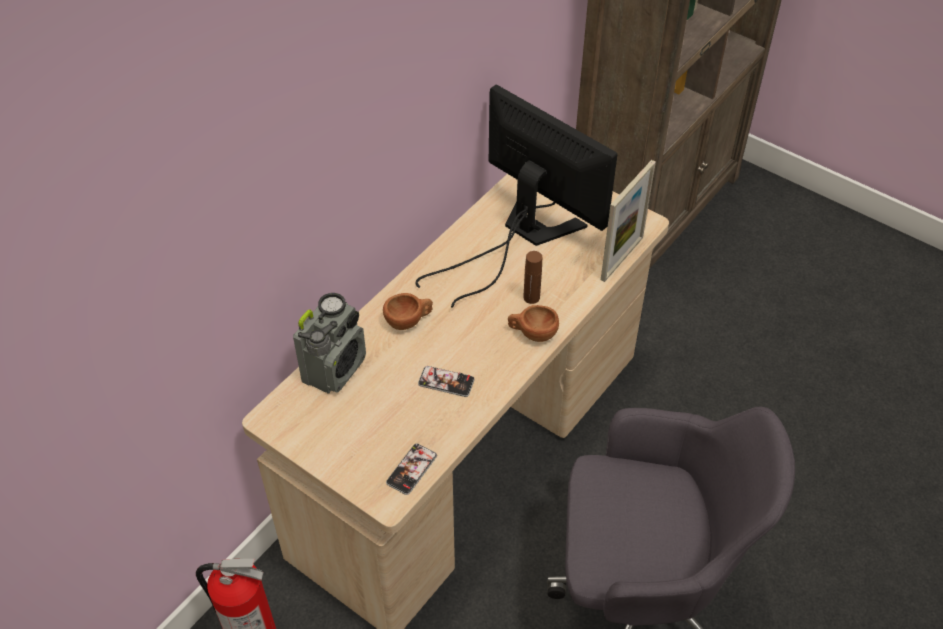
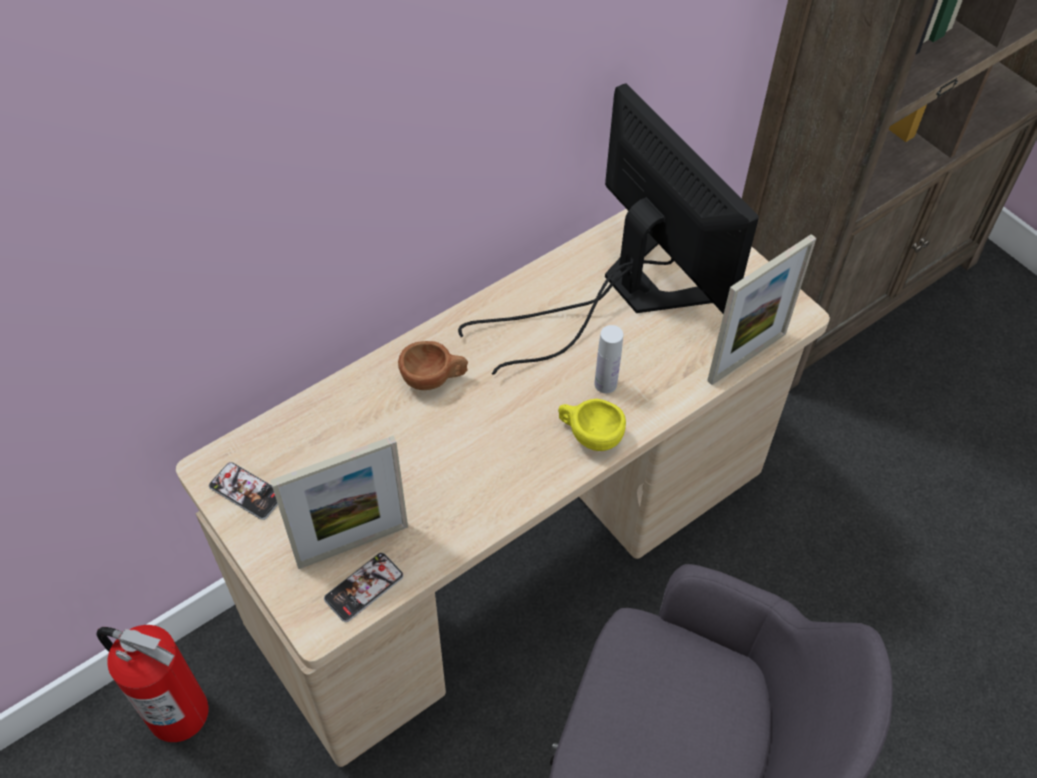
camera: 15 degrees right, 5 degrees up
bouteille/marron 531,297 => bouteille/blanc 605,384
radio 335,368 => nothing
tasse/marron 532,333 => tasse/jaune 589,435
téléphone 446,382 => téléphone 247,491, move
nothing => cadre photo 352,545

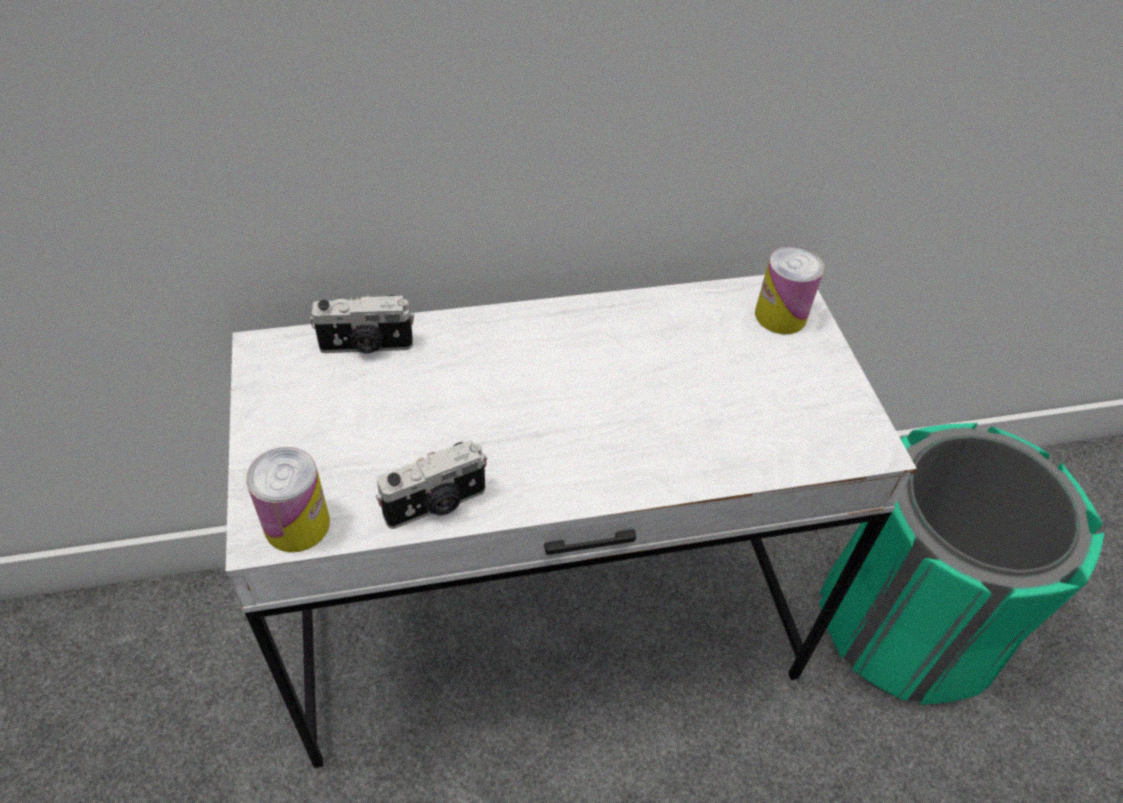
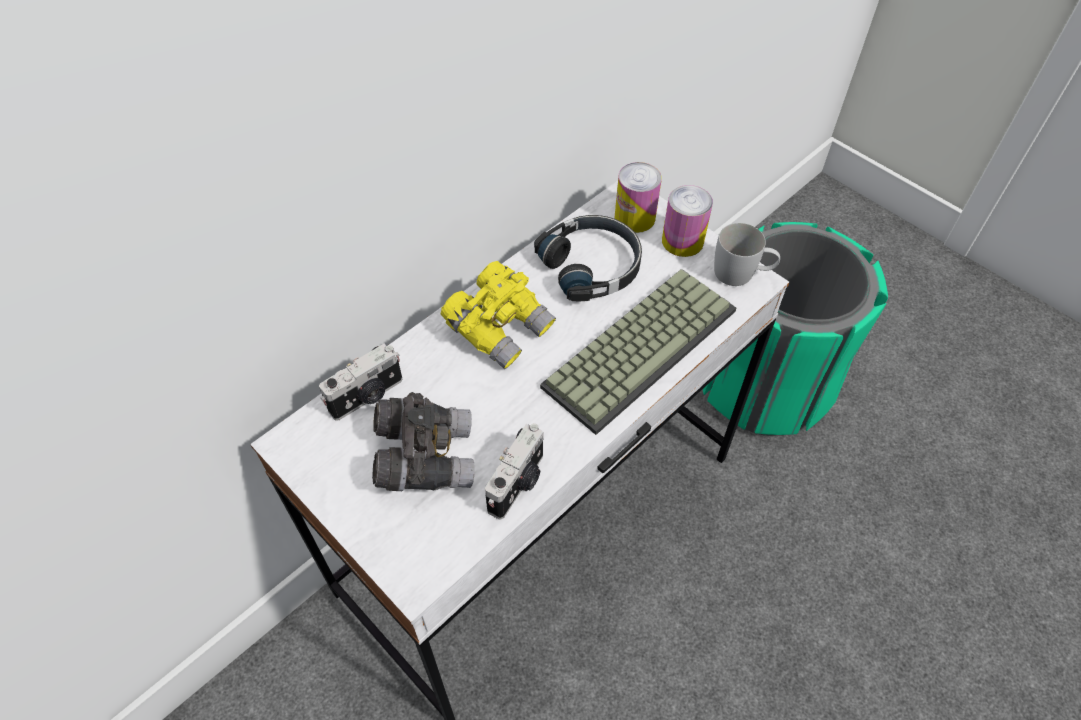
camera: 30 degrees left, 5 degrees up
boîte métallique 297,524 => boîte métallique 682,241, move
nothing => casque audio/noir 592,266
nothing => mug/blanc 742,273
nothing => jumelles/jaune 500,328
nothing => clavier 639,345
nothing => jumelles/gris 425,457

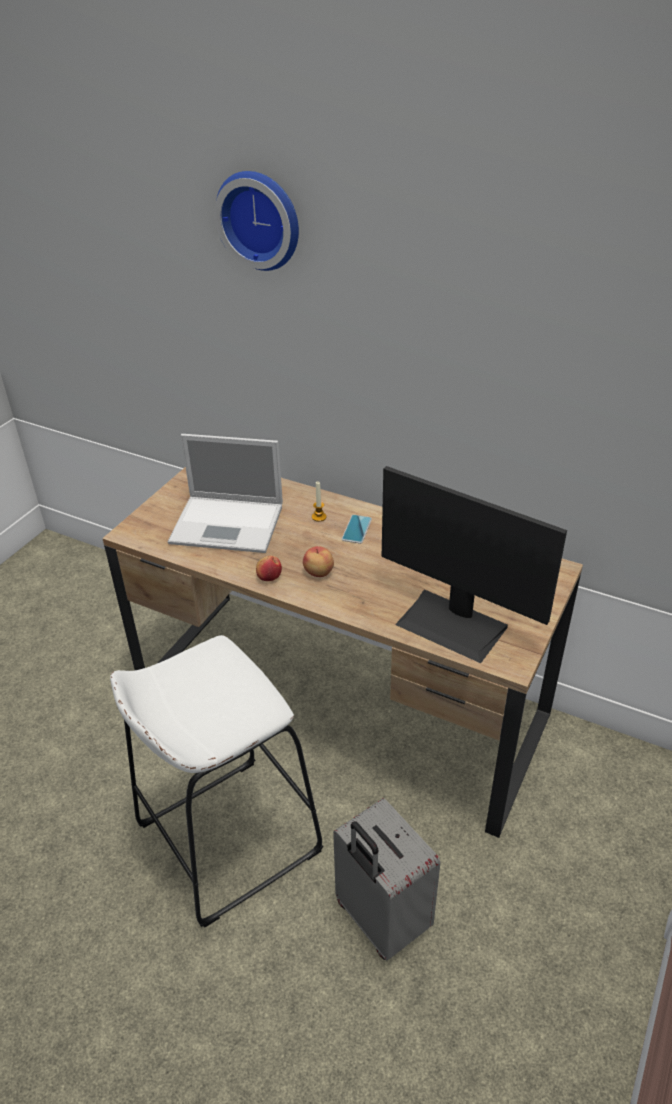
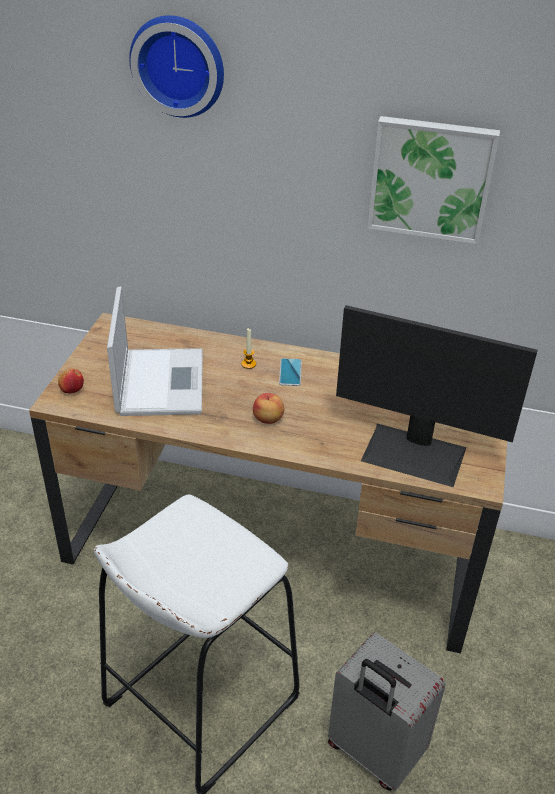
camera: 15 degrees left, 0 degrees up
ordinateur portable 229,524 => ordinateur portable 160,381, 90 degrees counterclockwise
pomme 269,576 => pomme 72,389, move
nothing => tableau 431,178

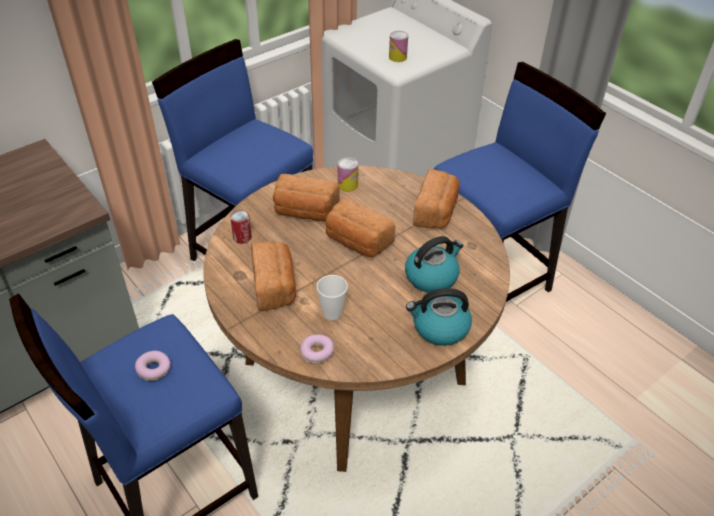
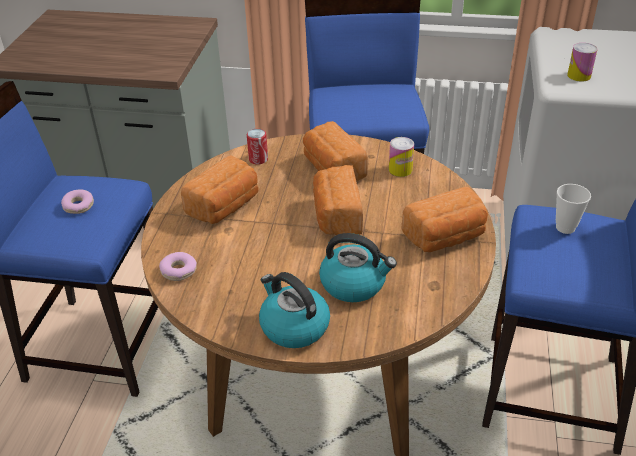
camera: 50 degrees right, 5 degrees down
tasse 332,313 => tasse 565,227, move

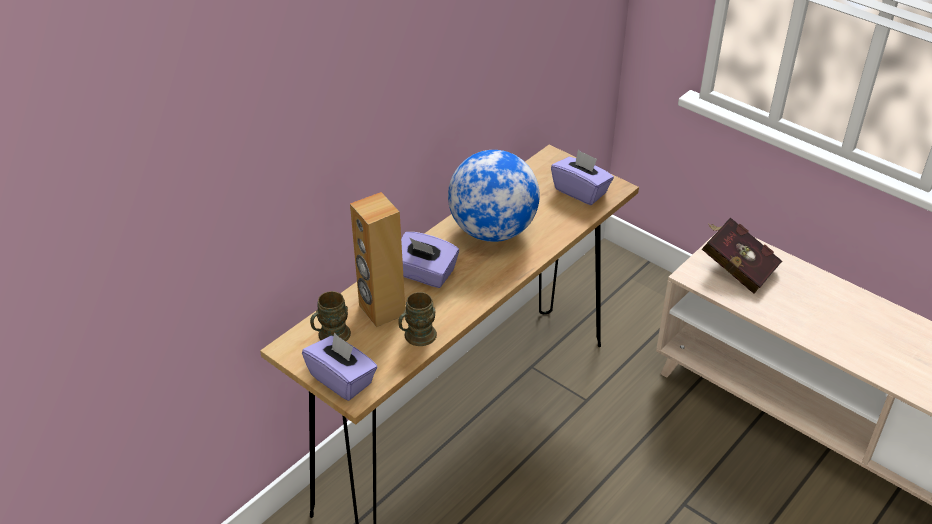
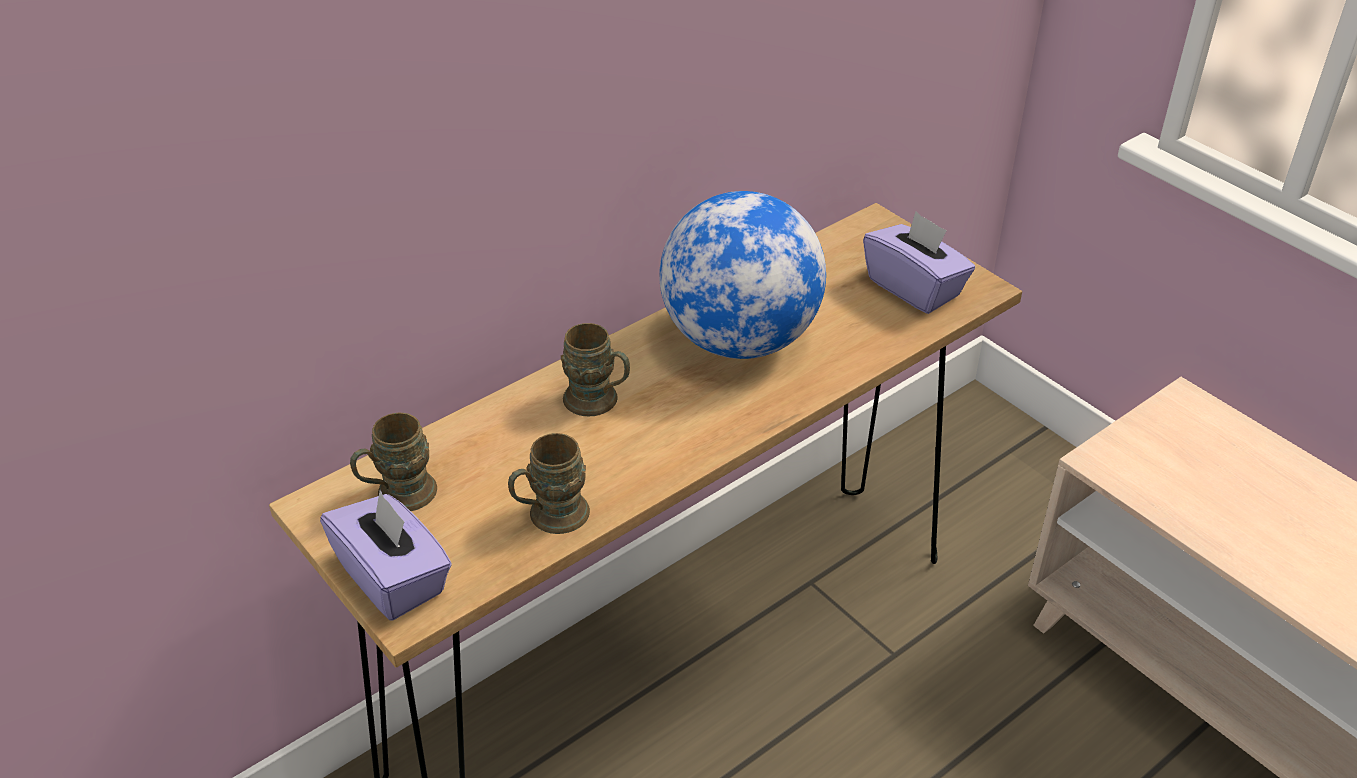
camera: 10 degrees right, 0 degrees up
enceinte/marron 381,310 => nothing
livre/rouge 736,268 => nothing
boîte à mouchoirs/violet 424,274 => mug/marron 599,402

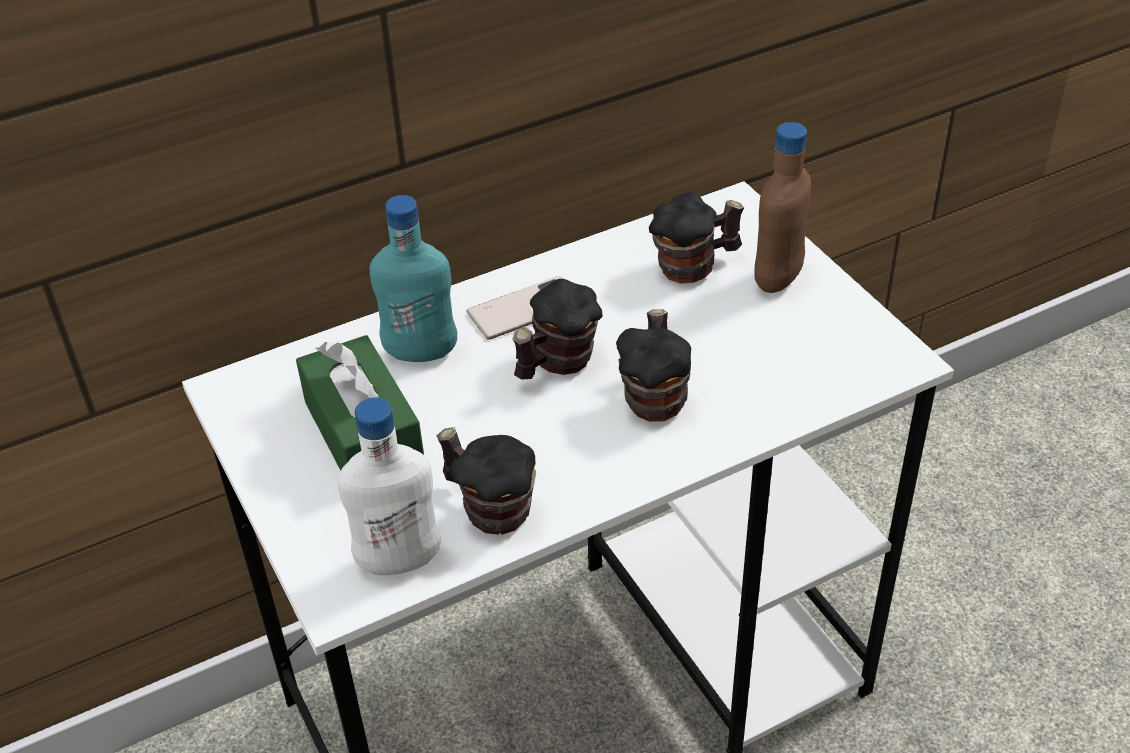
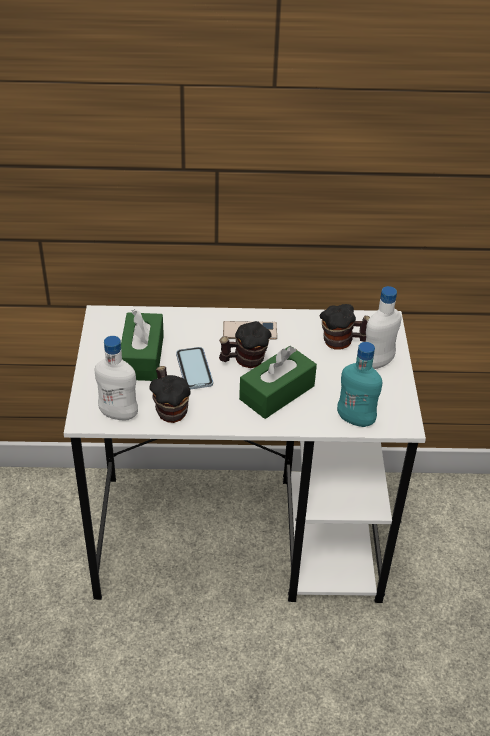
camera: 25 degrees right, 0 degrees up
bouteille/marron 778,278 => bouteille/blanc 377,363
bouteille/turquoise 421,352 => bouteille/turquoise 355,419, move
mug 655,396 => boîte à mouchoirs/vert 277,392
nothing => téléphone 194,369

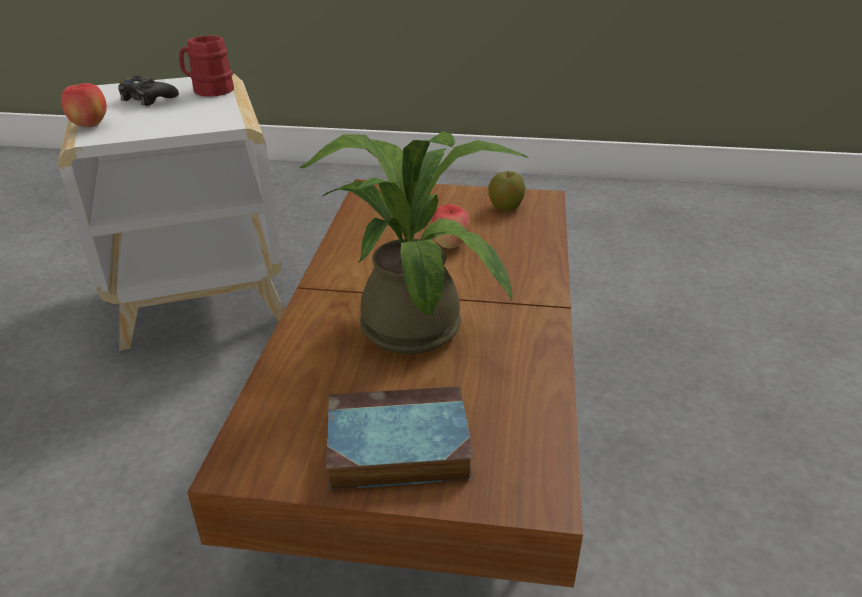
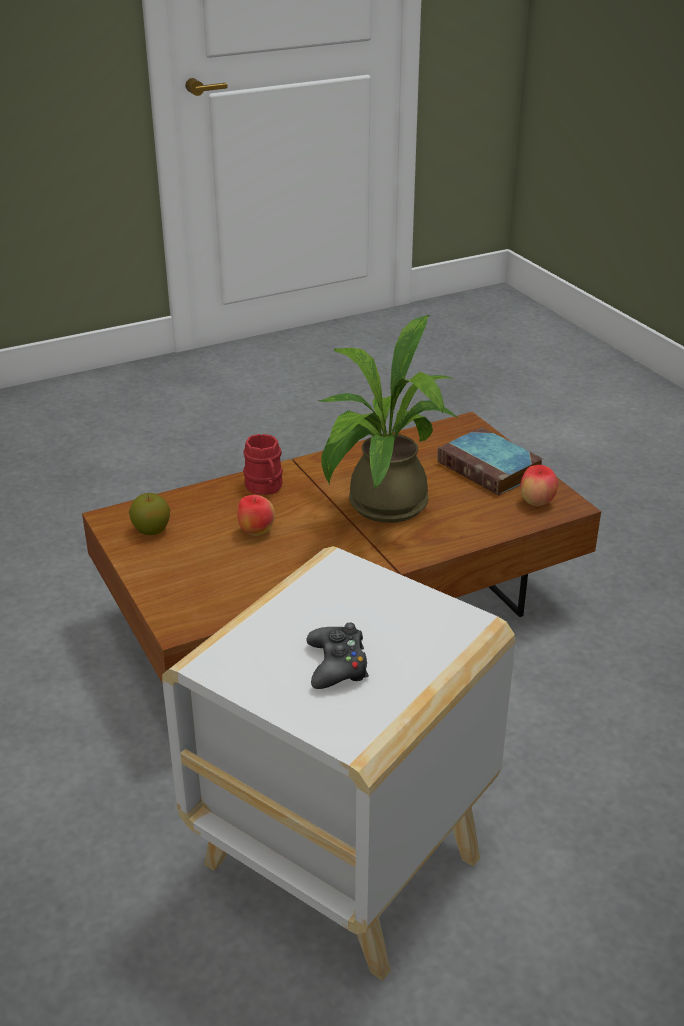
camera: 125 degrees left, 0 degrees up
mug/rouge 208,90 => mug/rouge 265,488, move
pomme 90,125 => pomme 536,502, move

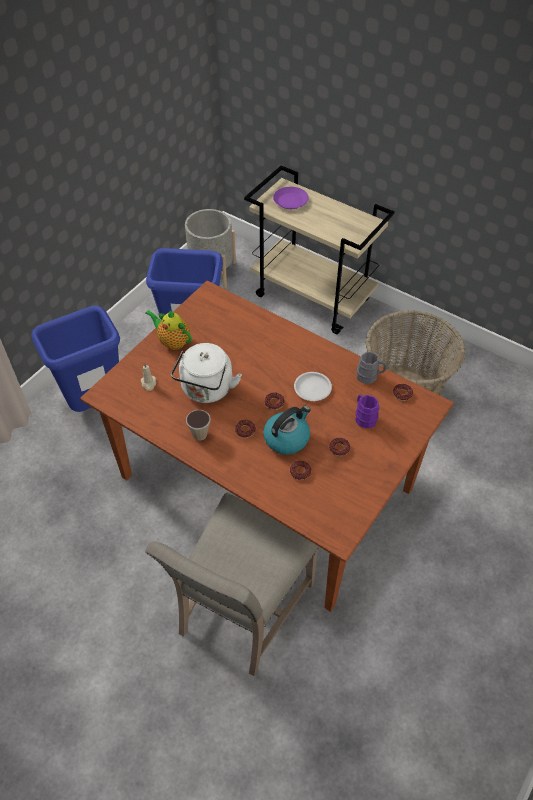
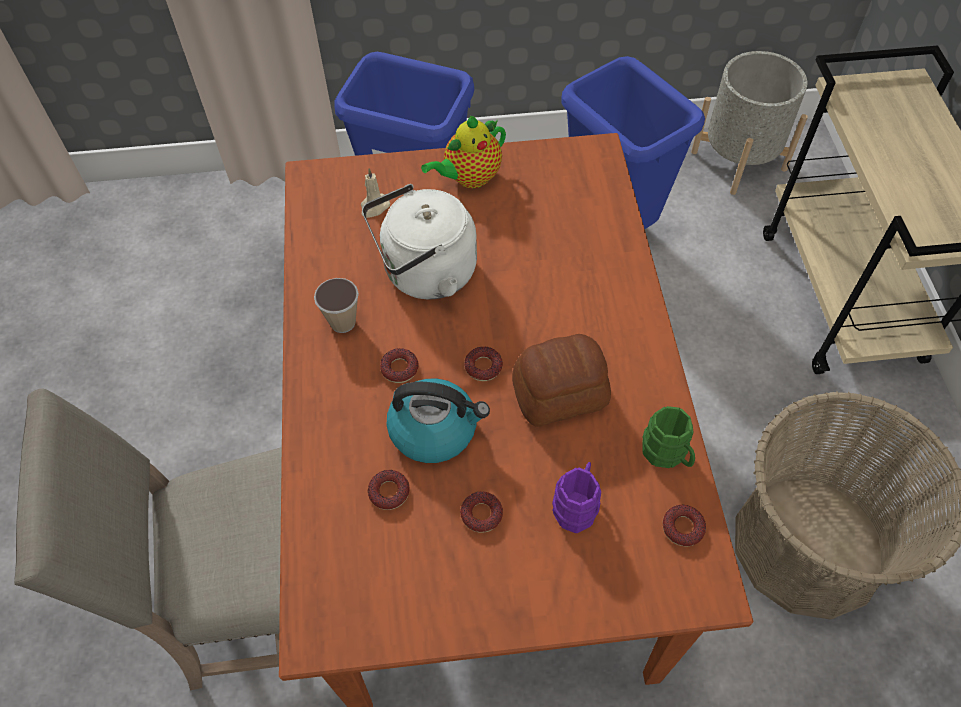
camera: 50 degrees right, 5 degrees up
assiette/violet 290,201 => nothing
théière 172,341 => théière 469,178, 120 degrees counterclockwise
mug/gris 370,376 => mug/vert 667,454
assiette/blanc 313,388 => pain 561,395

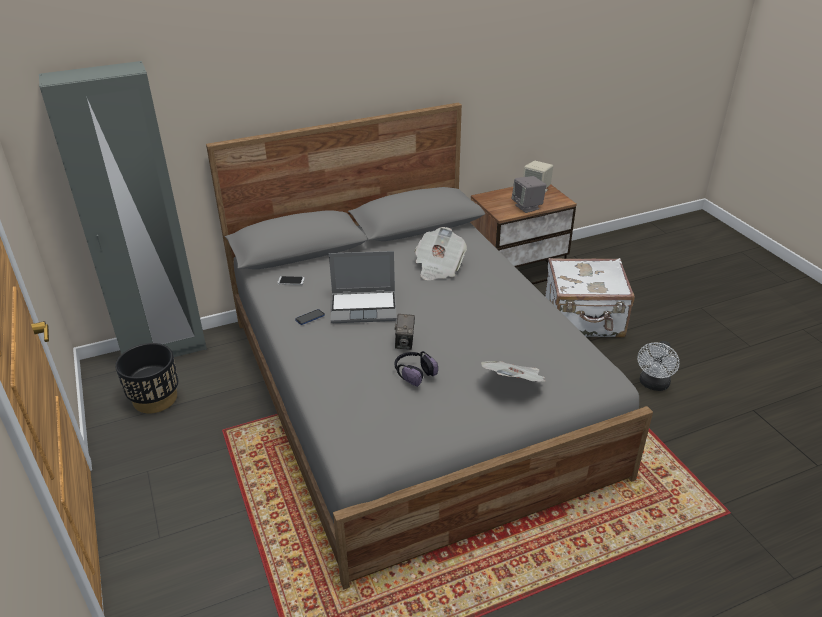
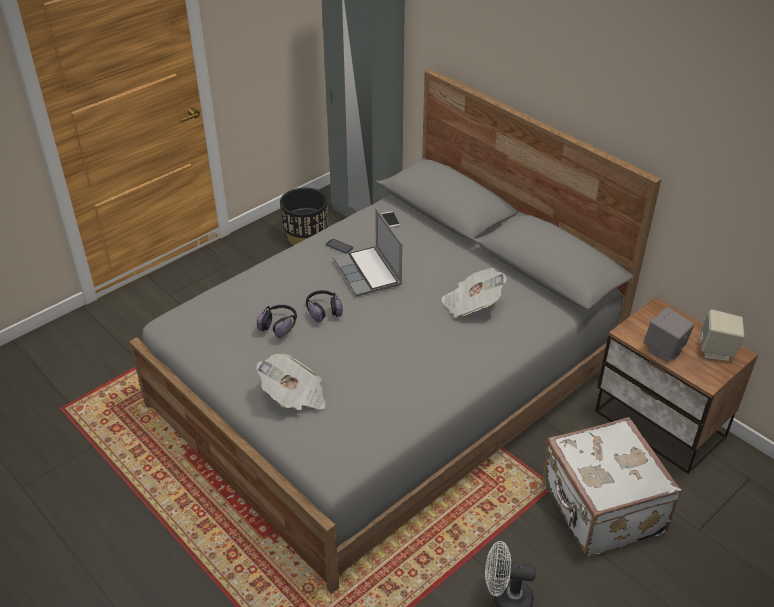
camera: 70 degrees right, 5 degrees up
appareil photo 405,343 => casque audio 323,310

